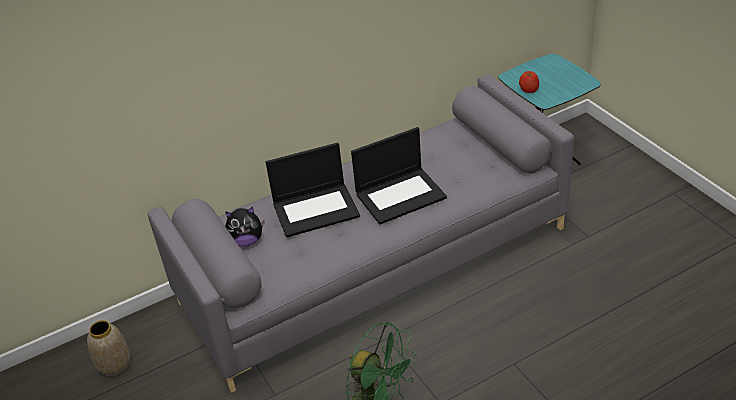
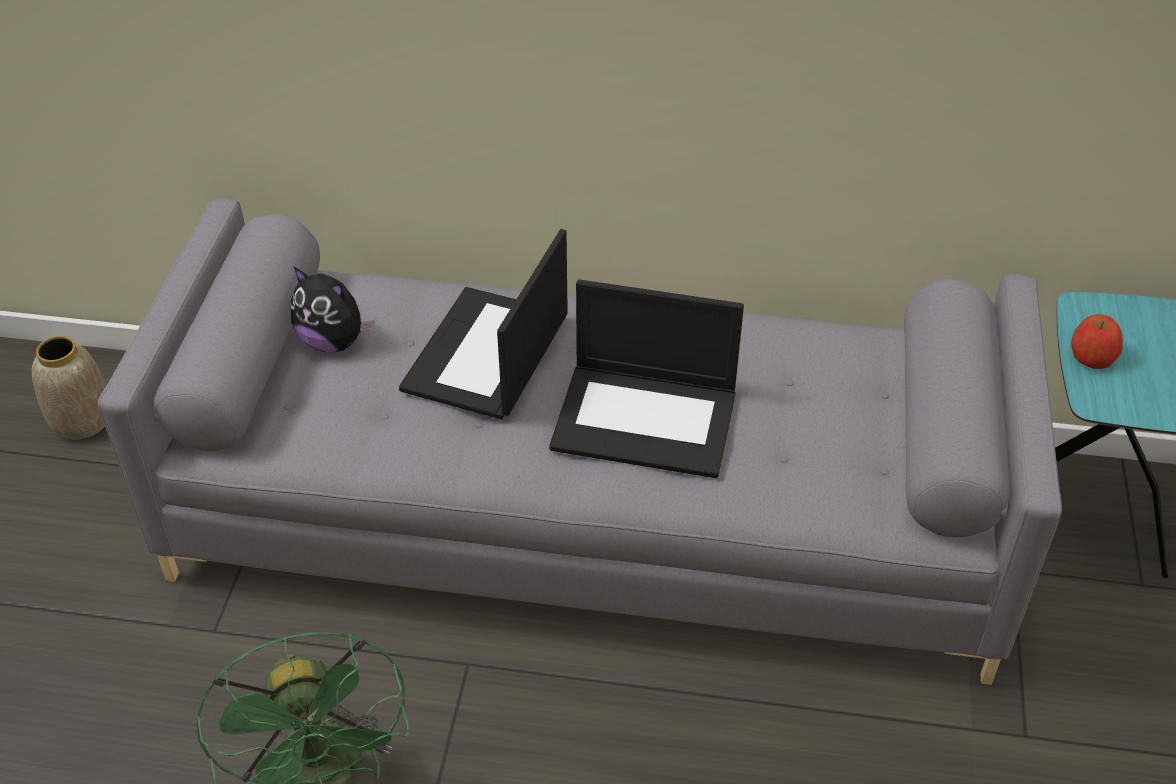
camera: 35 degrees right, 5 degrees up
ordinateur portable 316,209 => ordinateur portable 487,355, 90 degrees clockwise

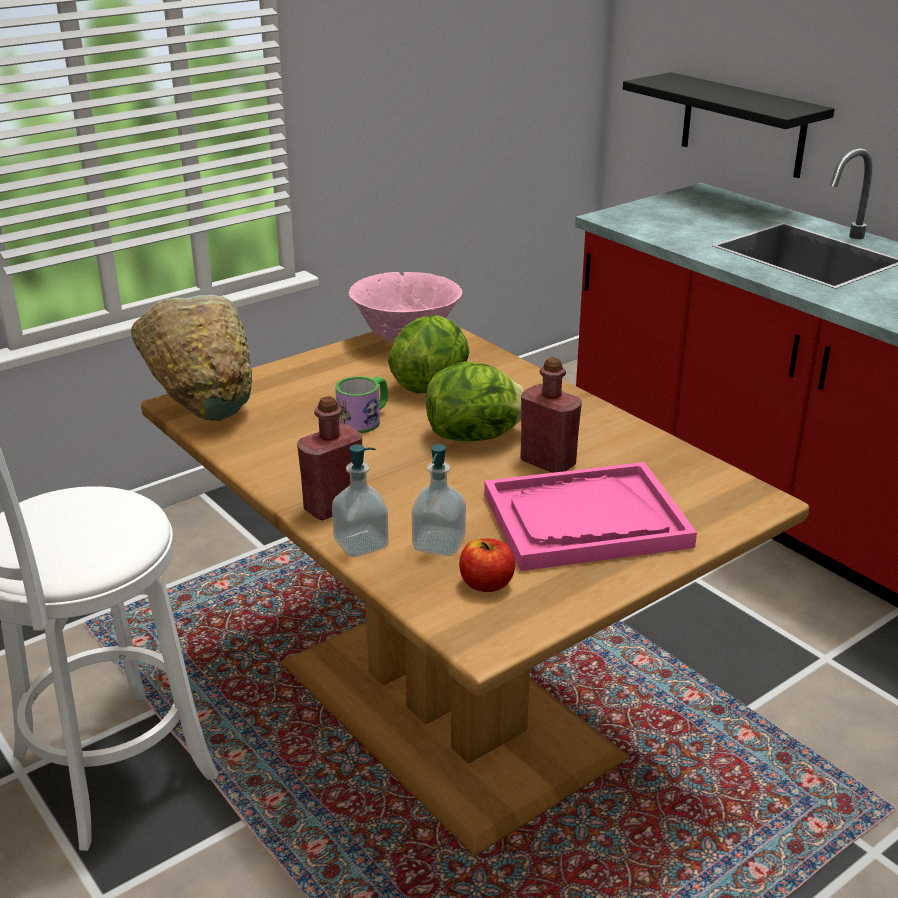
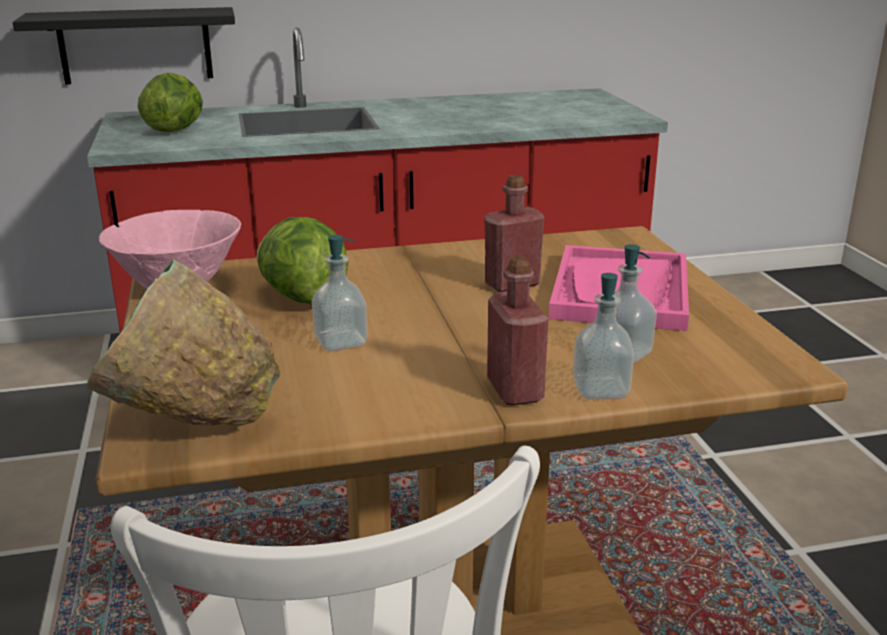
camera: 65 degrees left, 5 degrees down
laitue 475,437 => laitue 176,130, move
mug 364,420 => distributeur de savon 341,342
pomme 486,584 => nothing

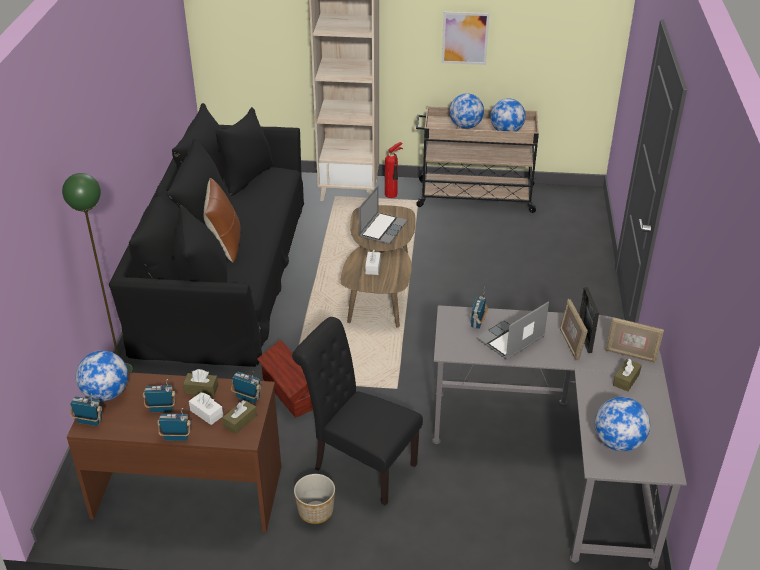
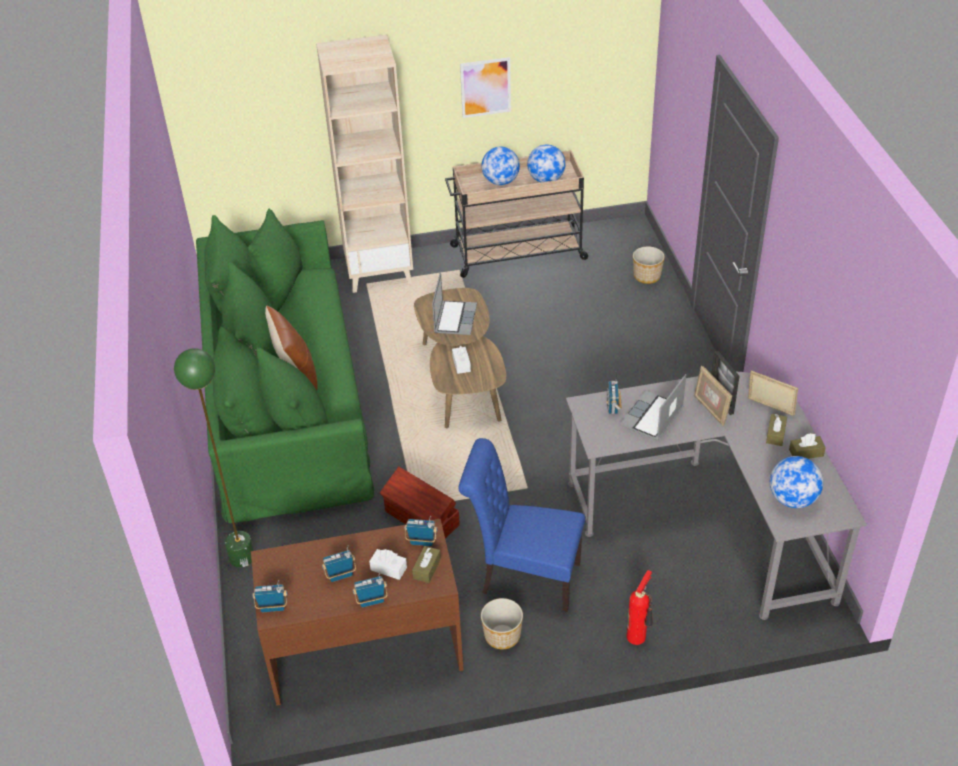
camera: 15 degrees left, 5 degrees up
canapé/noir 225,272 => canapé/vert 287,400
extincteur 392,195 => extincteur 638,636, move
chaise/noir 359,464 => chaise/bleu 524,577
cadre photo 630,355 => cadre photo 770,407, 150 degrees counterclockwise
globe 106,394 => nothing
boîte à mouchoirs/marron 201,389 => boîte à mouchoirs/marron 806,453, move
nothing => cache-pot 646,276

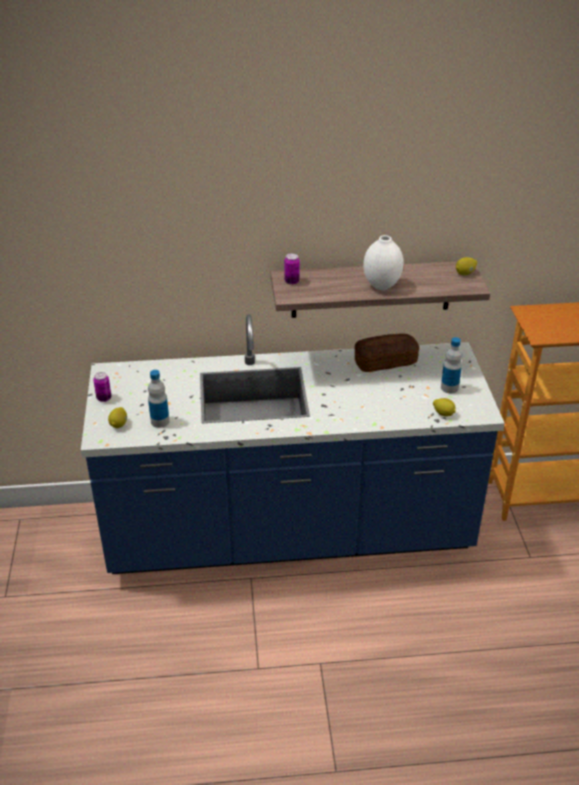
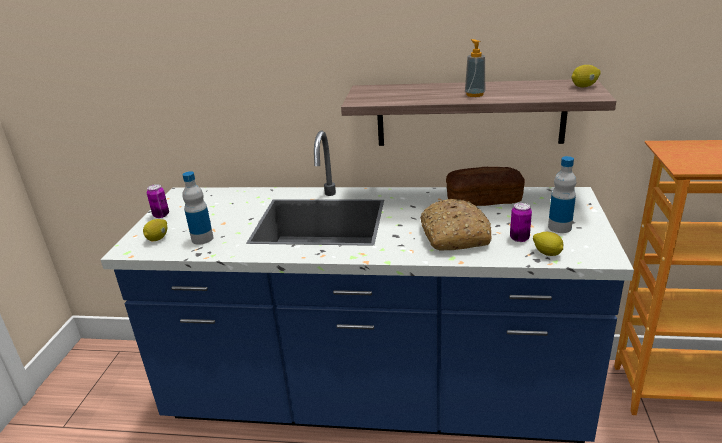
camera: 15 degrees right, 10 degrees down
vase/blanc 381,286 => distributeur de savon 474,94
boîte métallique 292,281 => boîte métallique 519,238, move
nothing => pain 453,235

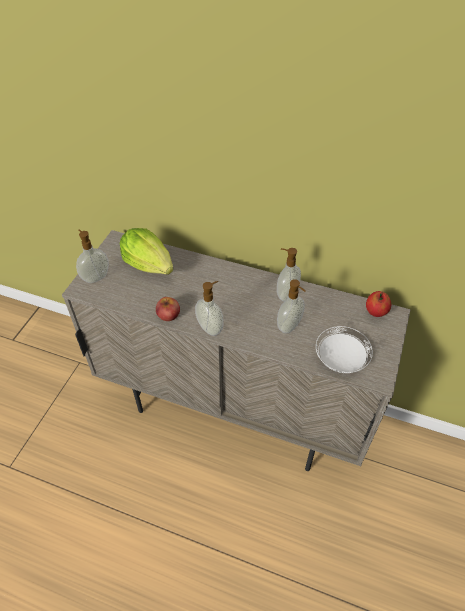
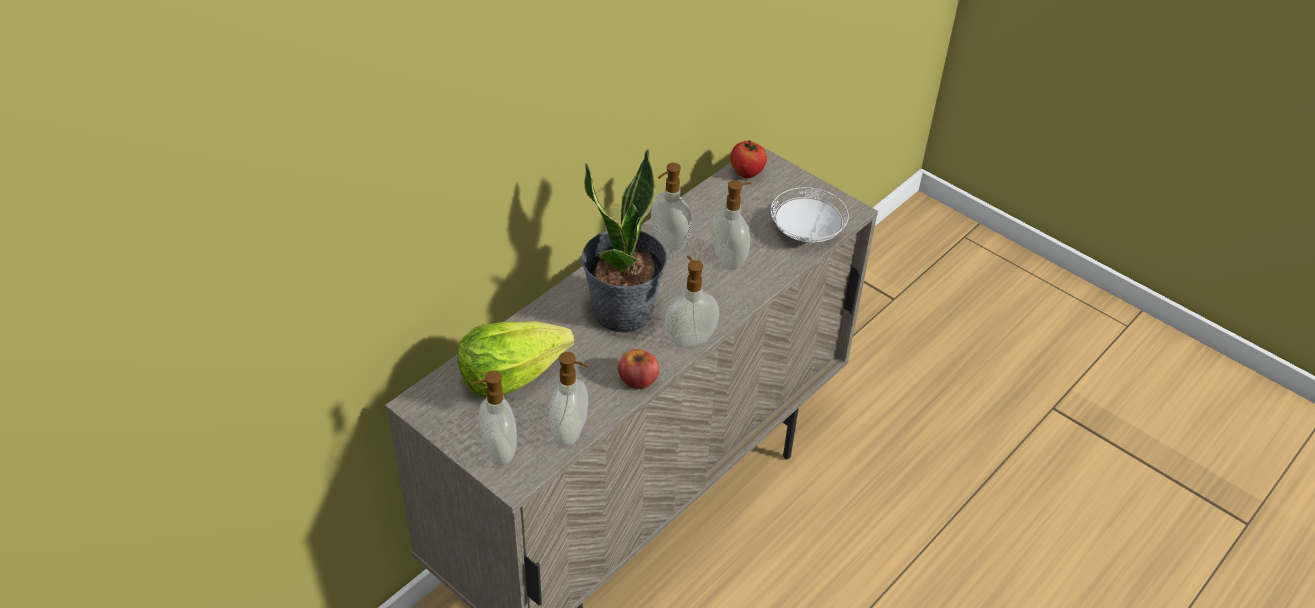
camera: 70 degrees left, 5 degrees down
nothing => plante en pot 624,312
nothing => distributeur de savon 571,432

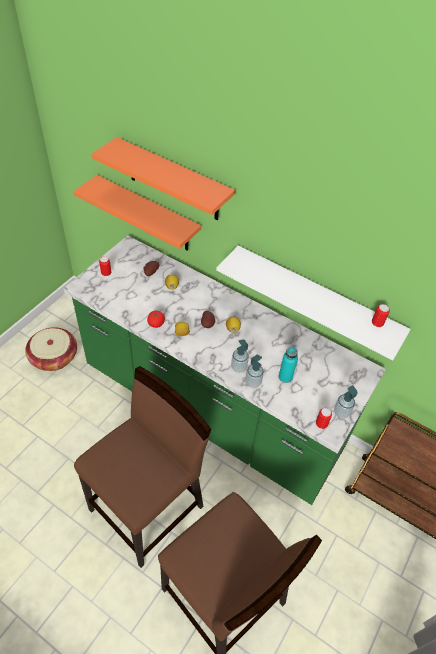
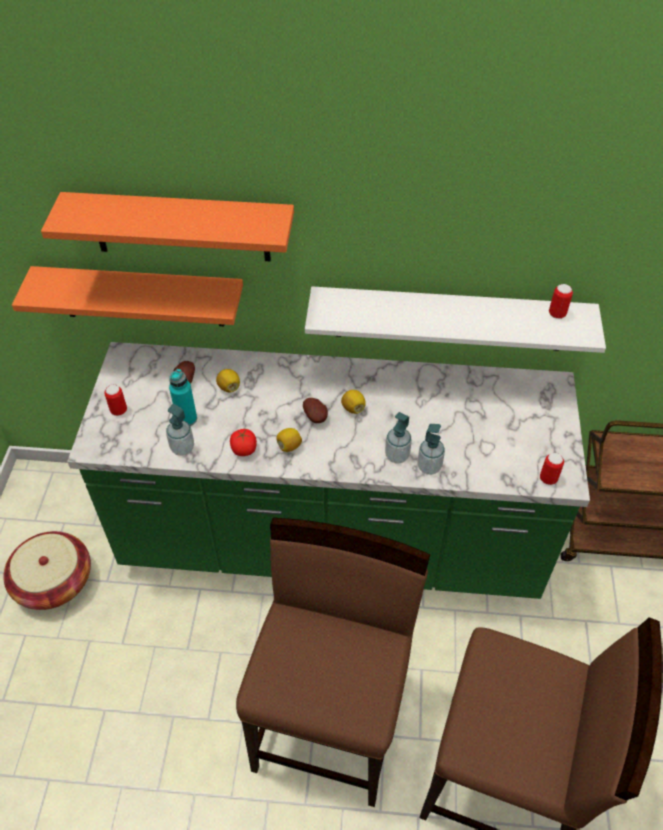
camera: 25 degrees left, 0 degrees up
bouteille/turquoise 285,377 => bouteille/turquoise 186,419, move
distributeur de savon 341,412 => distributeur de savon 182,448, move

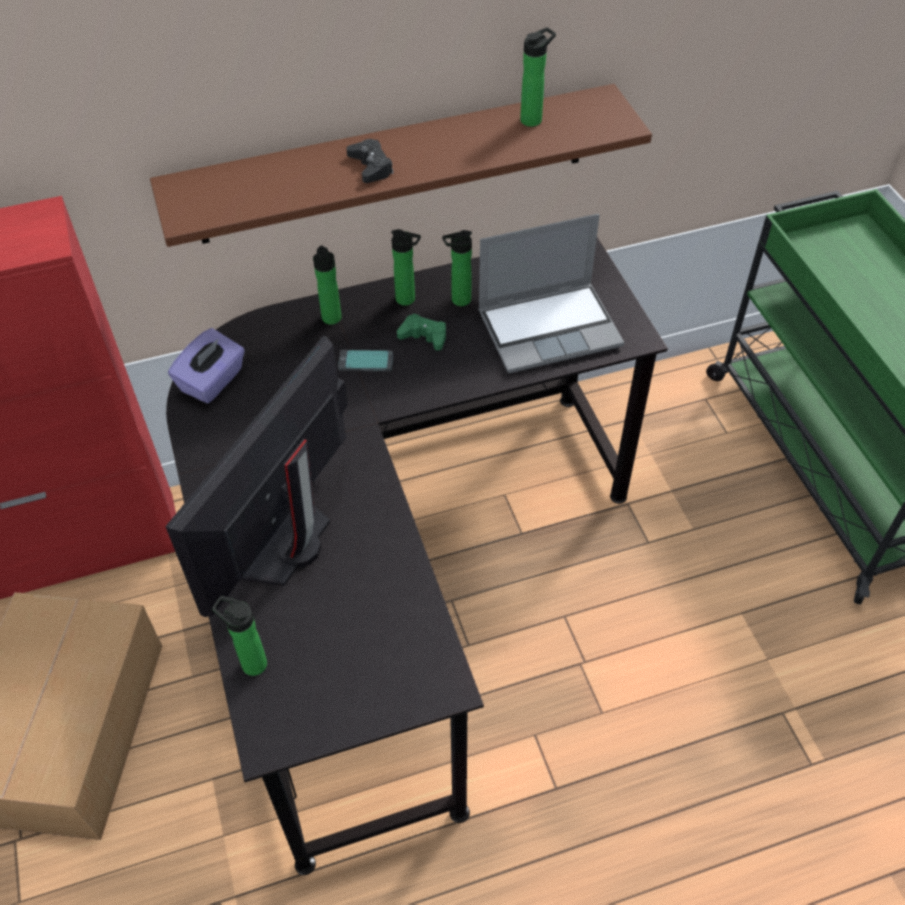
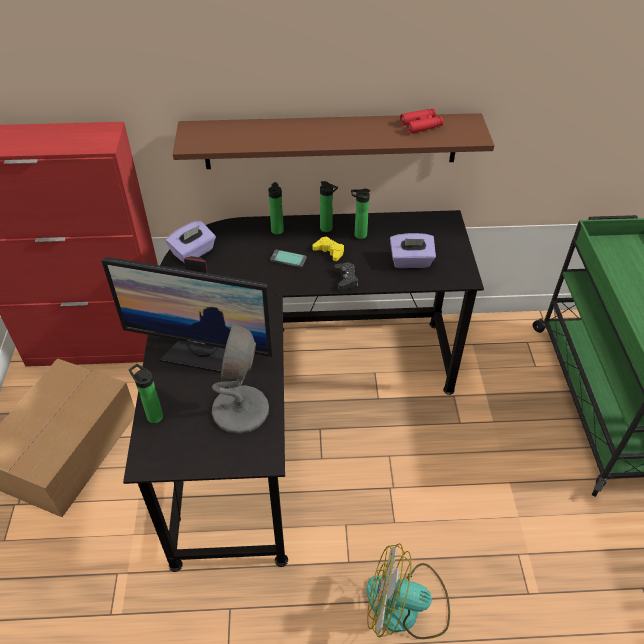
camera: 15 degrees right, 5 degrees down
bouteille 533,119 => jumelles/rouge 421,125
manette/noir 371,166 => manette/noir 346,279, move
ordinateur portable 550,328 => boîte à mouchoirs/violet 411,261
manette/vert 424,336 => manette/jaune 329,251
écran d'ordinateur 289,544 => écran d'ordinateur 202,353, 120 degrees counterclockwise
nothing => lampe de table/gris 240,410
nothing => ventilateur 406,607

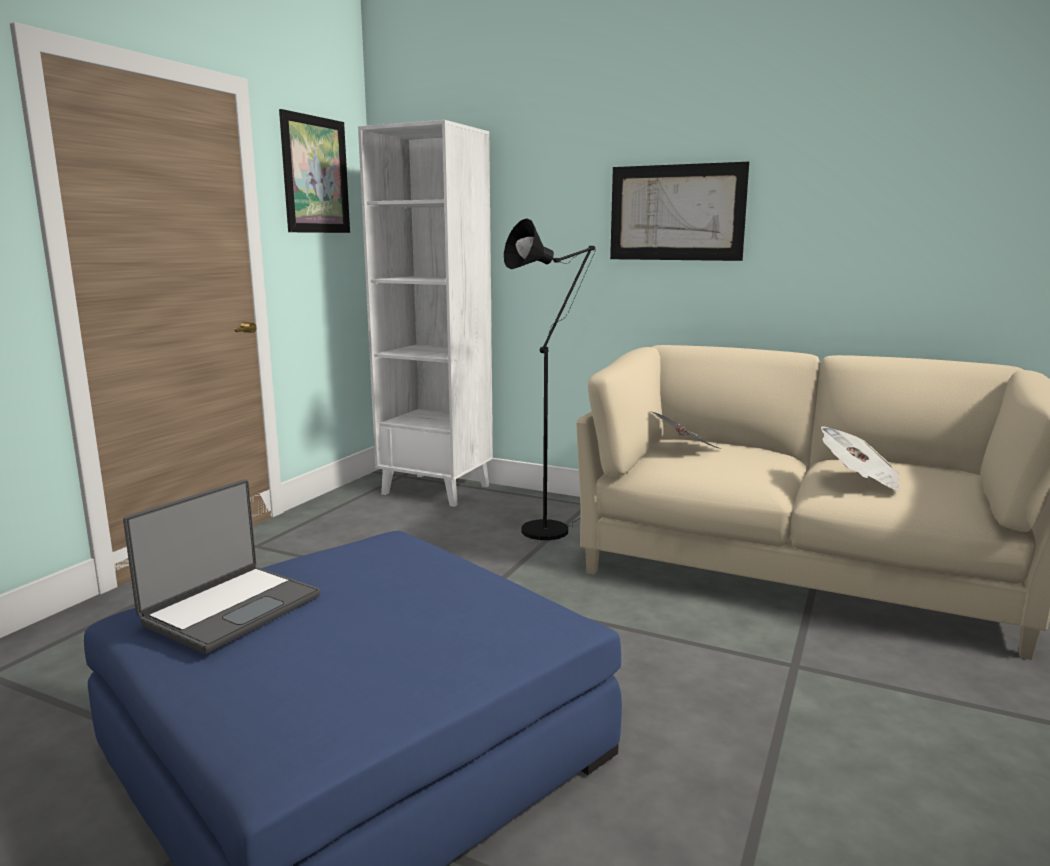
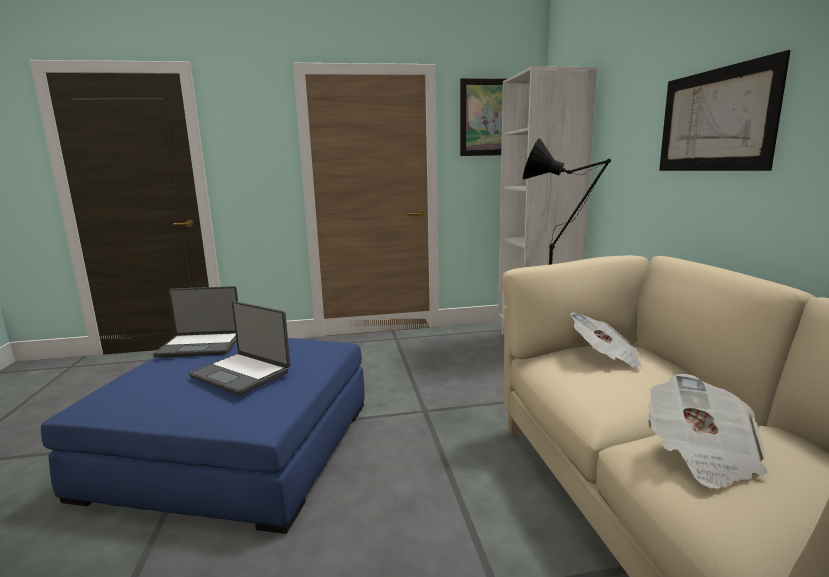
camera: 55 degrees right, 0 degrees up
nothing => ordinateur portable 242,374

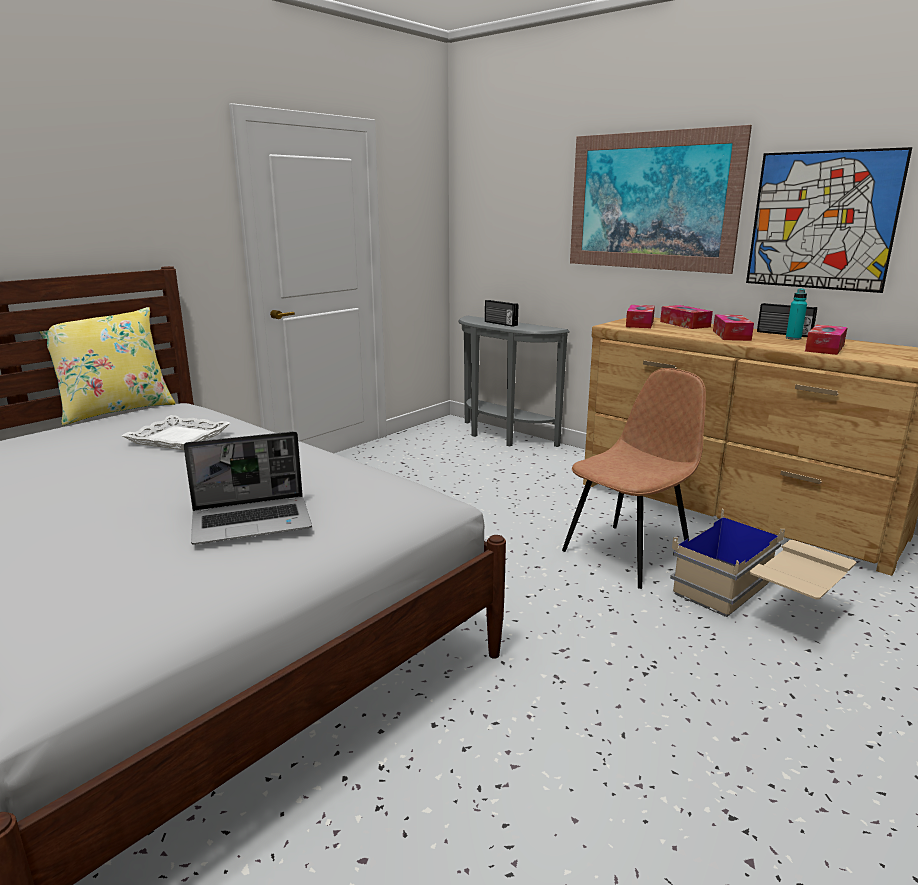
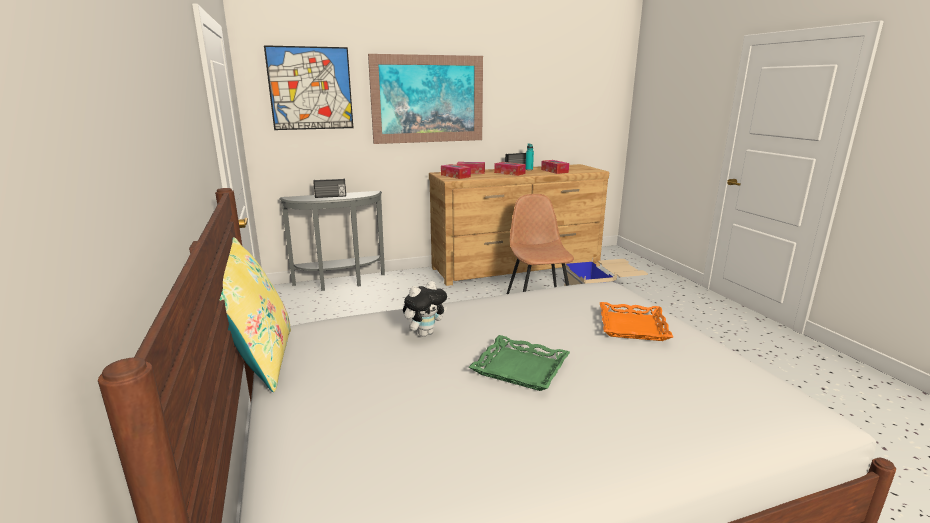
camera: 60 degrees left, 0 degrees up
tableau 822,221 => tableau 310,88, move
plateau/blanc 179,438 => peluche 425,333
ordinateur portable 253,522 => plateau/orange 632,326
nothing => plateau/vert 519,369

